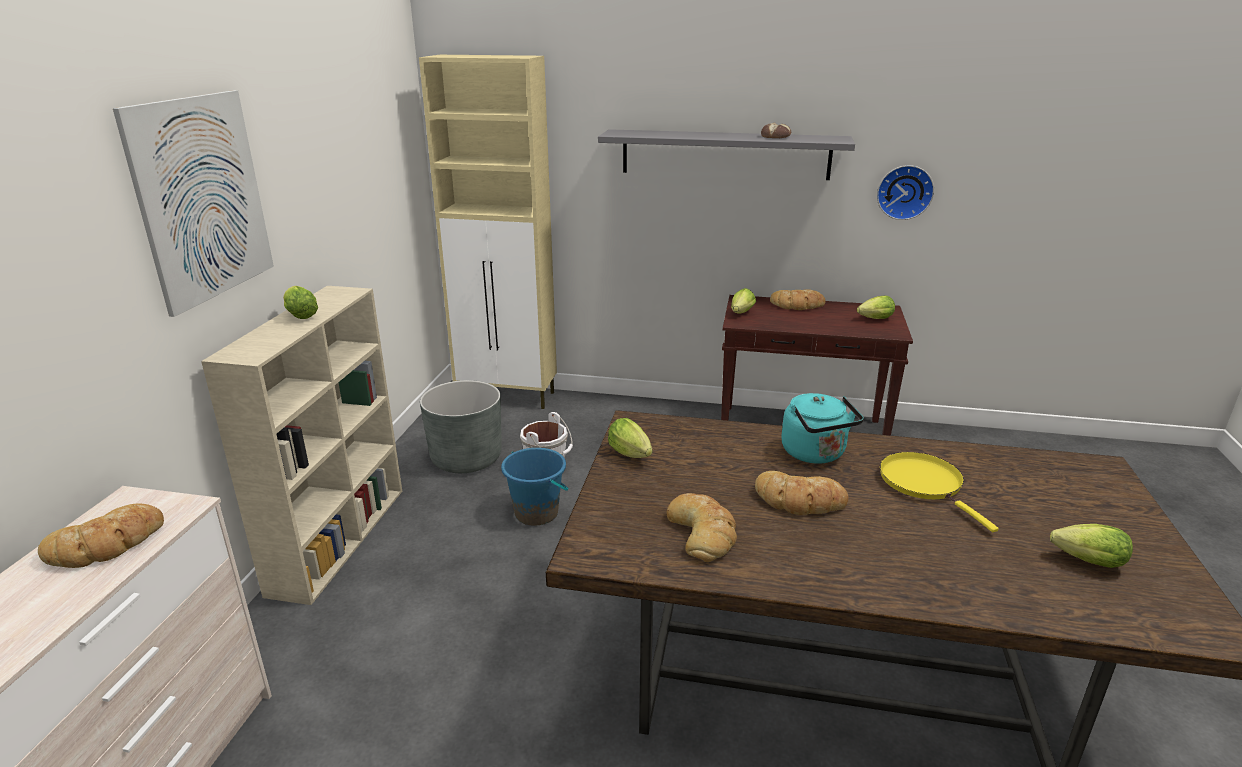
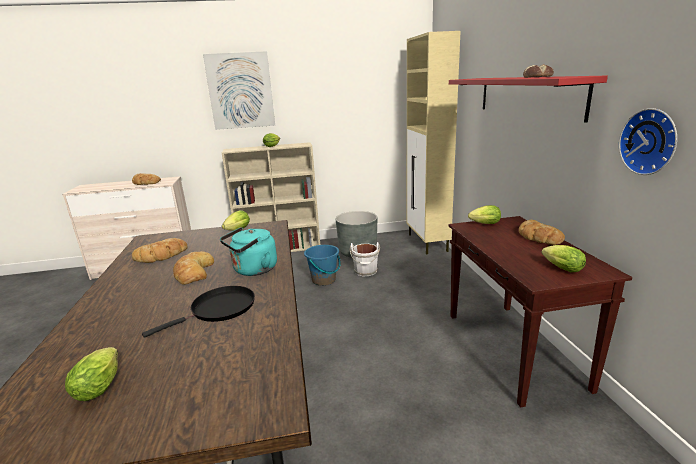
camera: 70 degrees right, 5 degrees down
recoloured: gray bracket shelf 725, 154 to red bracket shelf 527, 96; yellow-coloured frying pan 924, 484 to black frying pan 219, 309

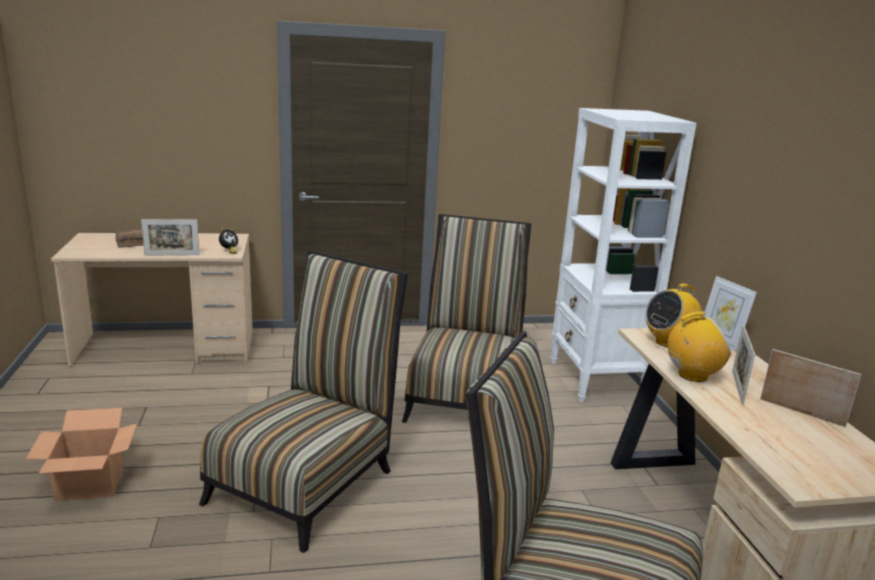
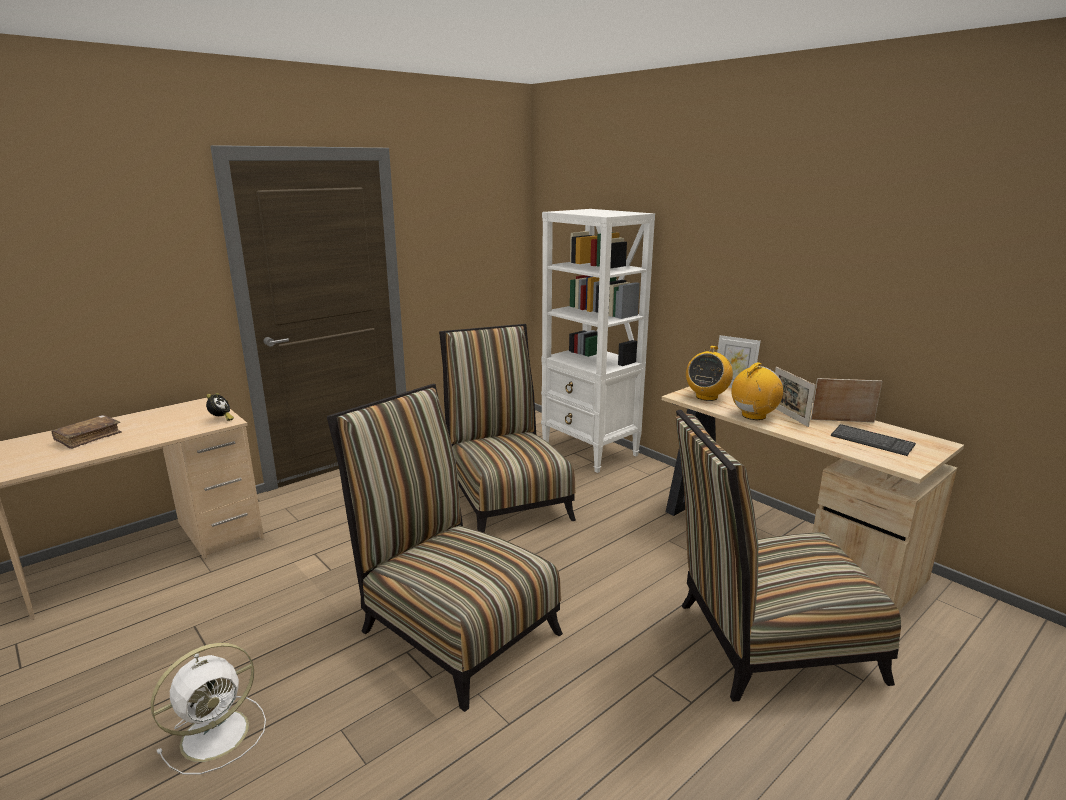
camera: 30 degrees left, 0 degrees up
removed: picture frame 172, 255
added: PC keyboard 871, 441
replaced: carton 91, 482 to white-coloured electric fan 218, 733
turned: chair 308, 480 = 452, 626 45 degrees counterclockwise

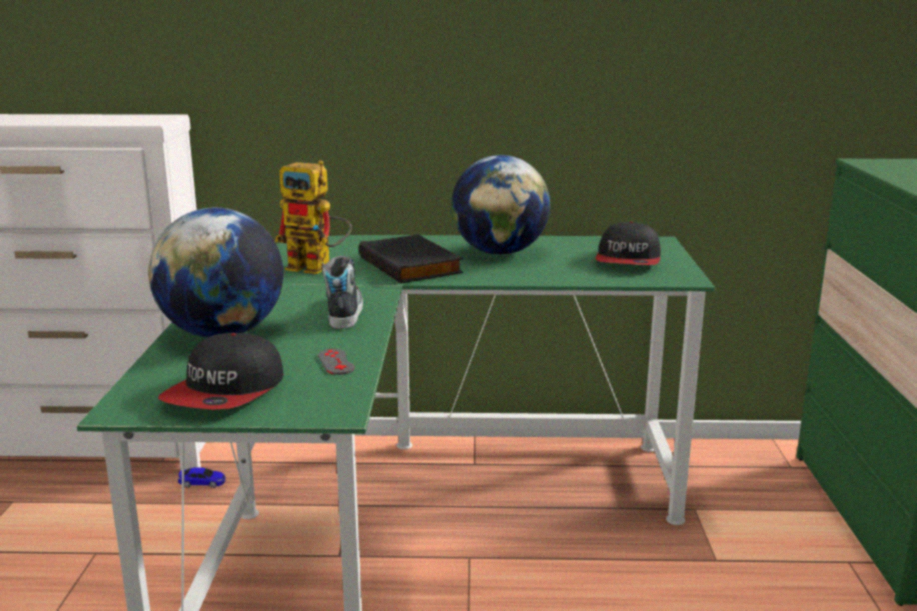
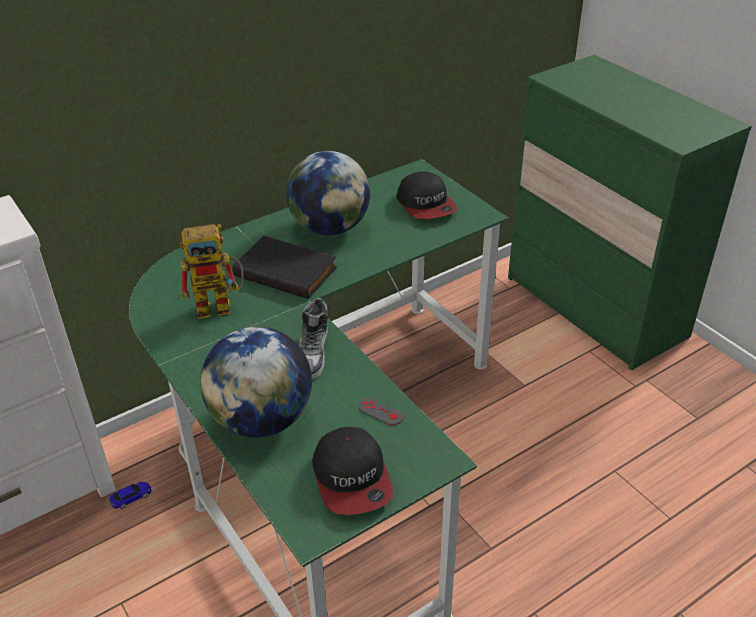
camera: 35 degrees left, 20 degrees up
turned: item of footwear 343, 312 = 313, 353 135 degrees counterclockwise

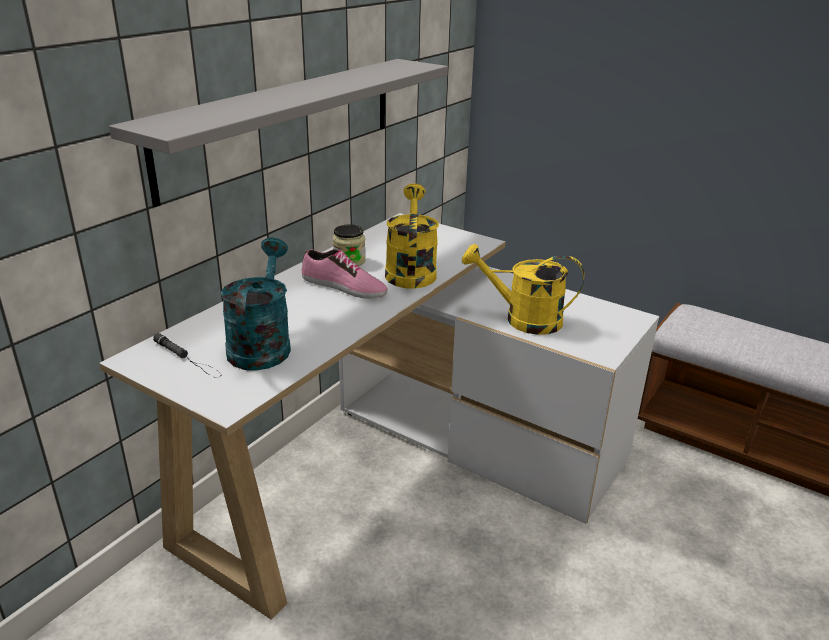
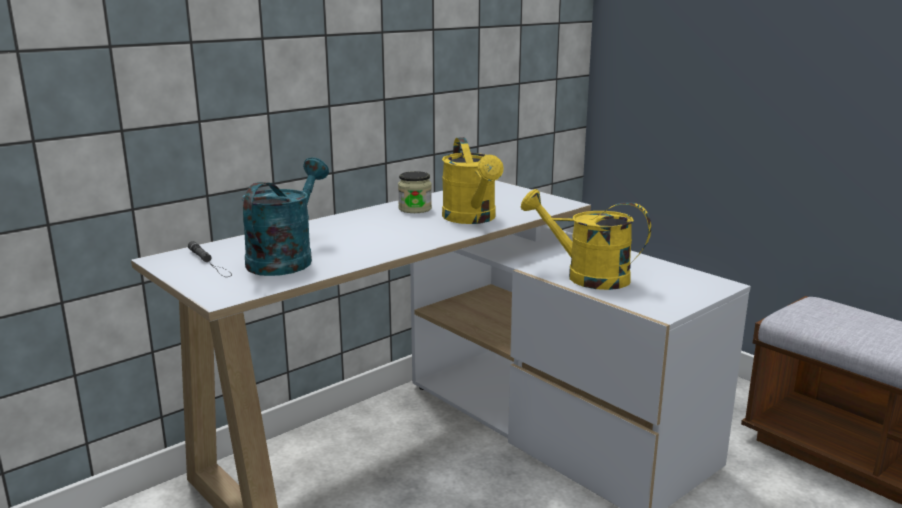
camera: 15 degrees right, 10 degrees down
removed: gray bracket shelf 284, 124; item of footwear 343, 287
turned: yellow-coloured watering pot 410, 271 = 472, 219 150 degrees clockwise

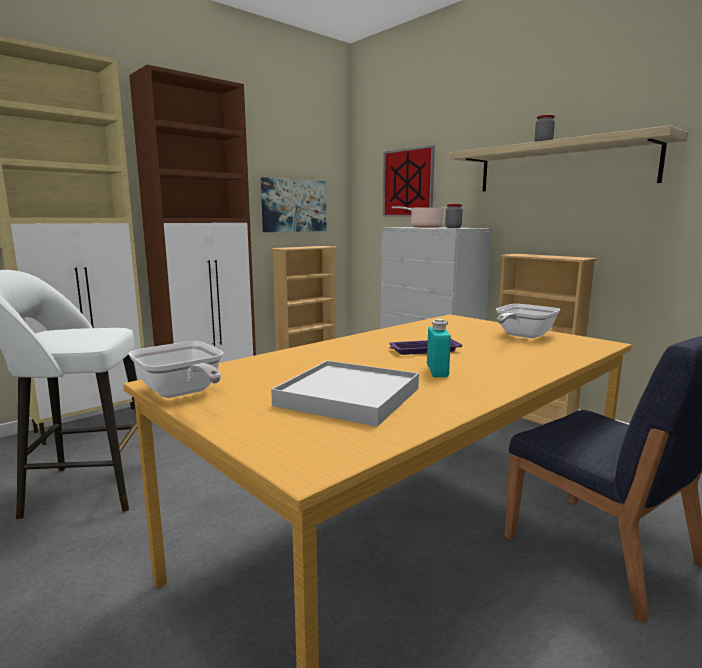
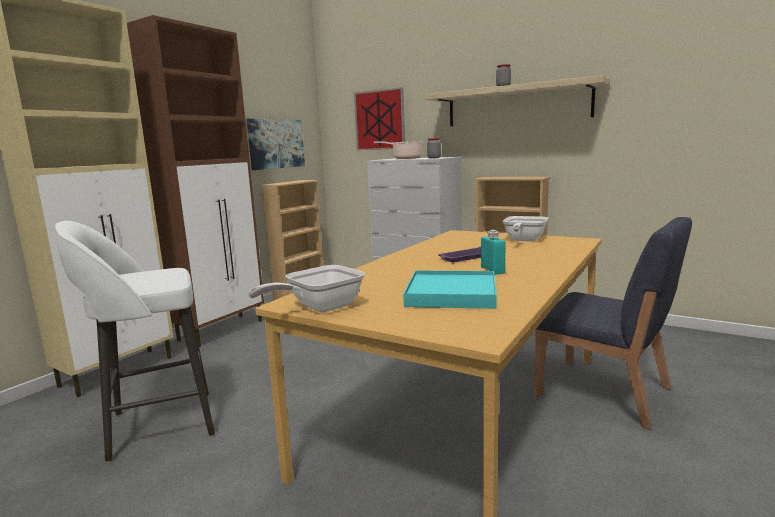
camera: 15 degrees left, 0 degrees up
recoloured: white-coloured tray 349, 397 to blue-green tray 452, 294
turned: frying pan 182, 393 = 319, 308 105 degrees clockwise

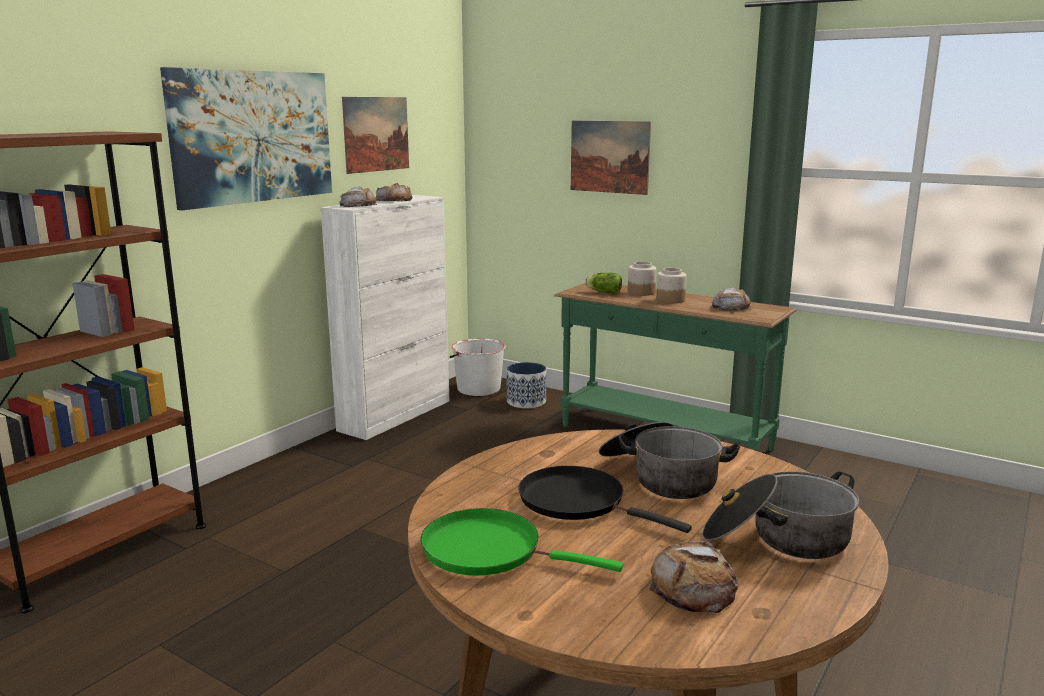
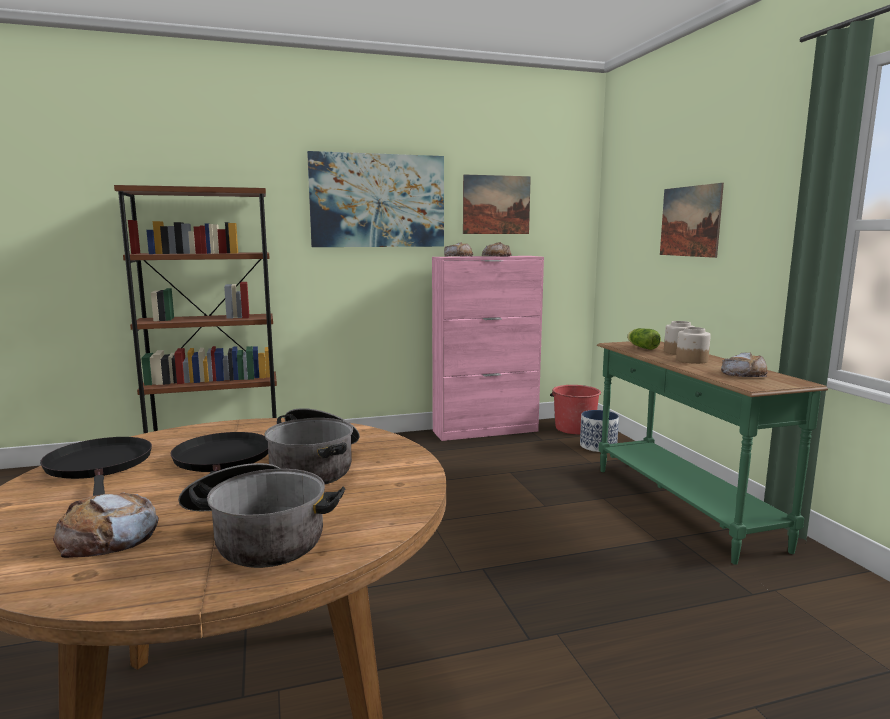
camera: 40 degrees right, 5 degrees down
recoloured: white-coloured cupboard 396, 415 to pink cupboard 486, 431; green frying pan 489, 550 to black frying pan 100, 466; white-coloured water bucket 478, 389 to red water bucket 574, 428

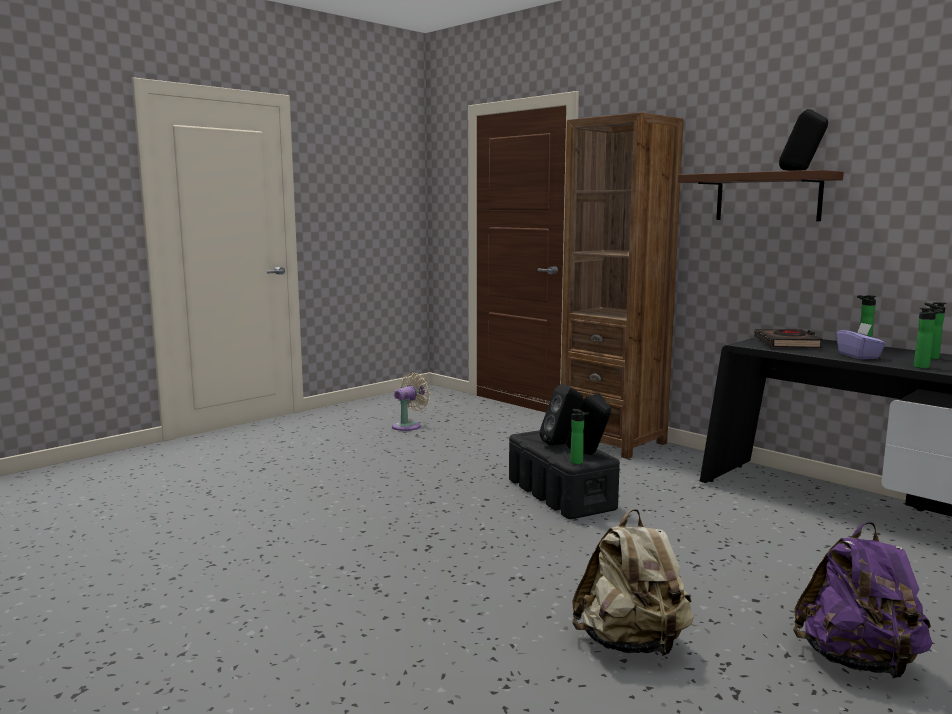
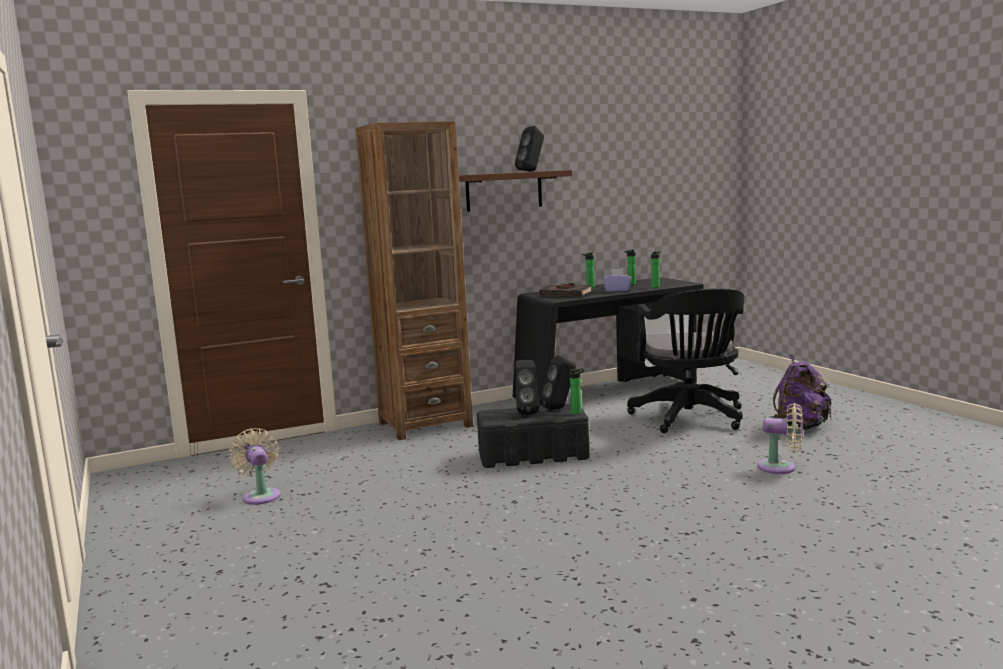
camera: 70 degrees left, 0 degrees up
added: black computer chair 690, 418
replaced: beige-coloured rucksack 631, 644 to beige-coloured electric fan 781, 467

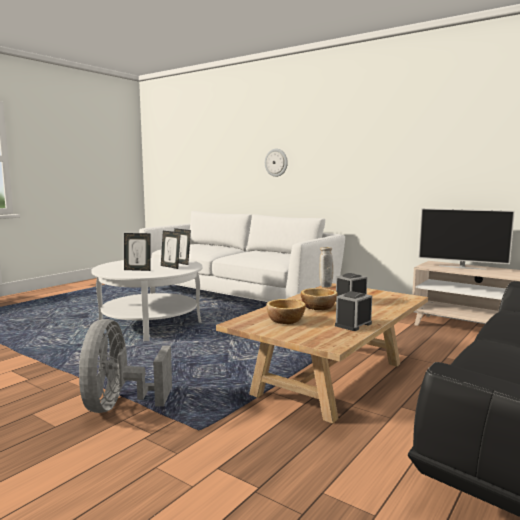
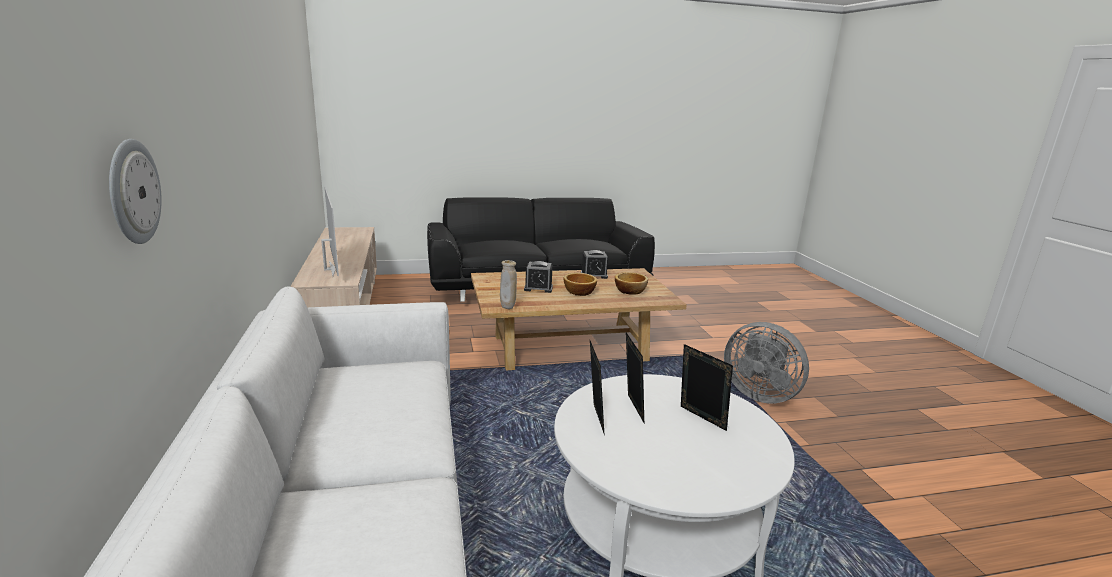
camera: 140 degrees left, 10 degrees up
turned: gray electric fan 119, 406 = 759, 394 90 degrees clockwise

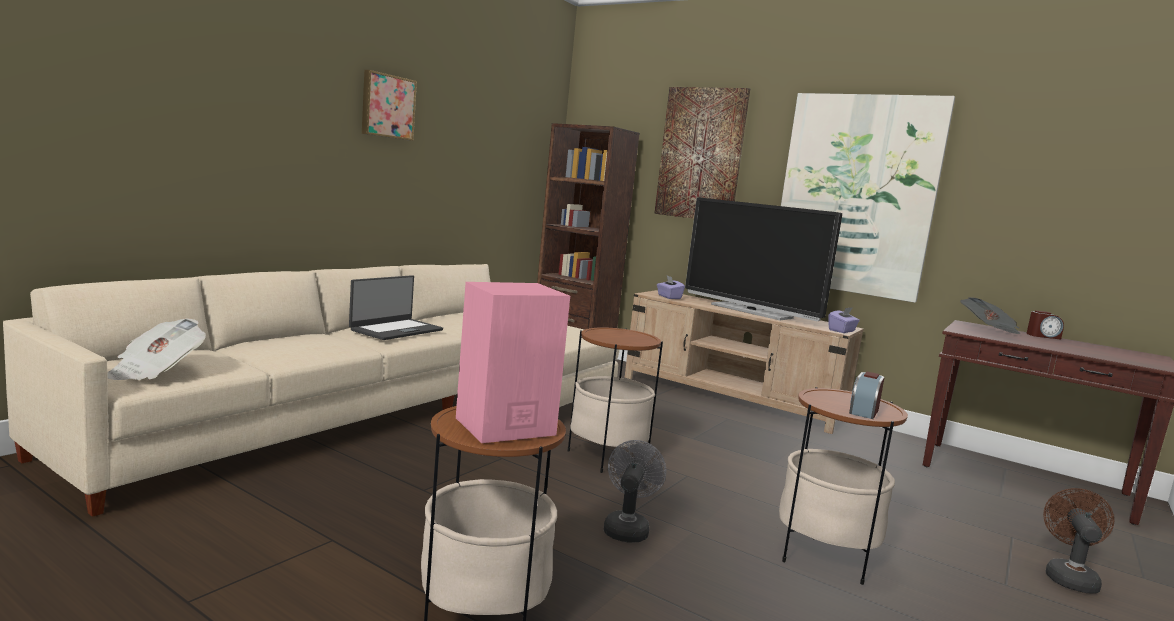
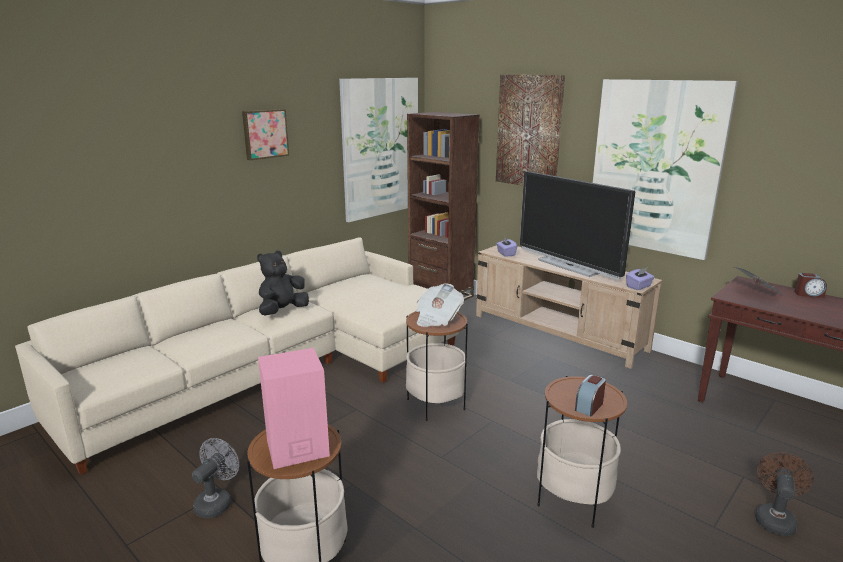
camera: 10 degrees right, 10 degrees up
added: wall art 381, 148
moved: daily paper 156, 372 to 437, 318; gray electric fan 627, 528 to 217, 502
replaced: notebook computer 396, 330 to black plush toy 282, 311

